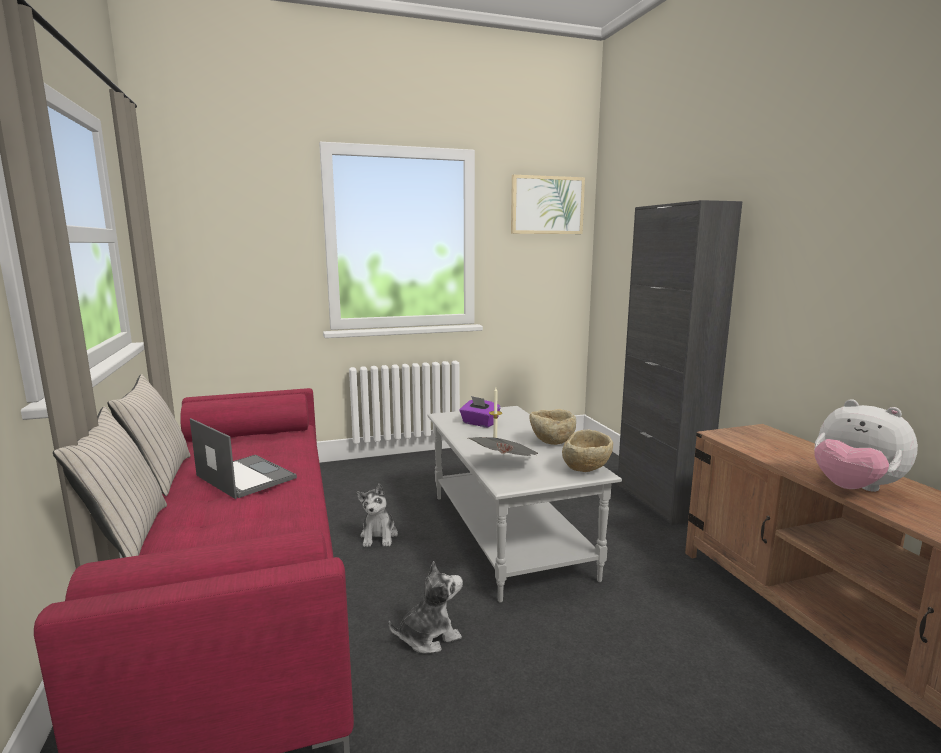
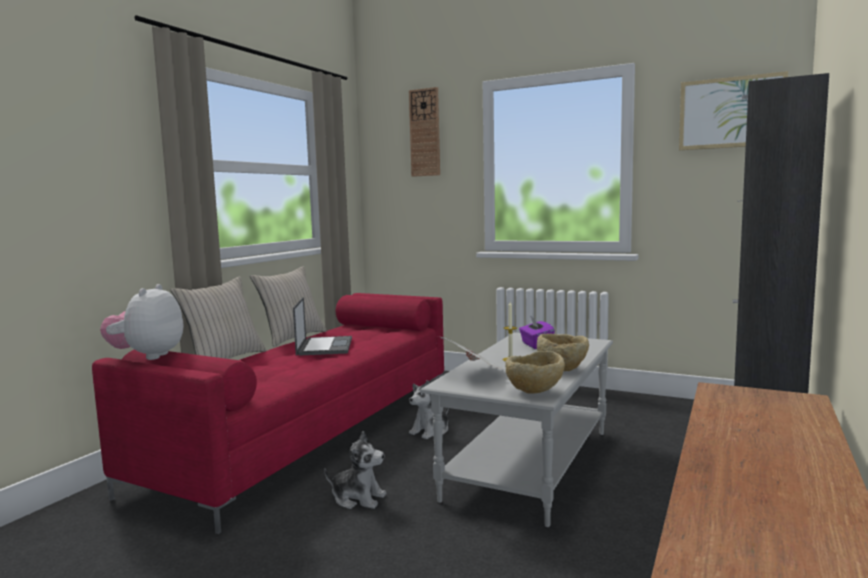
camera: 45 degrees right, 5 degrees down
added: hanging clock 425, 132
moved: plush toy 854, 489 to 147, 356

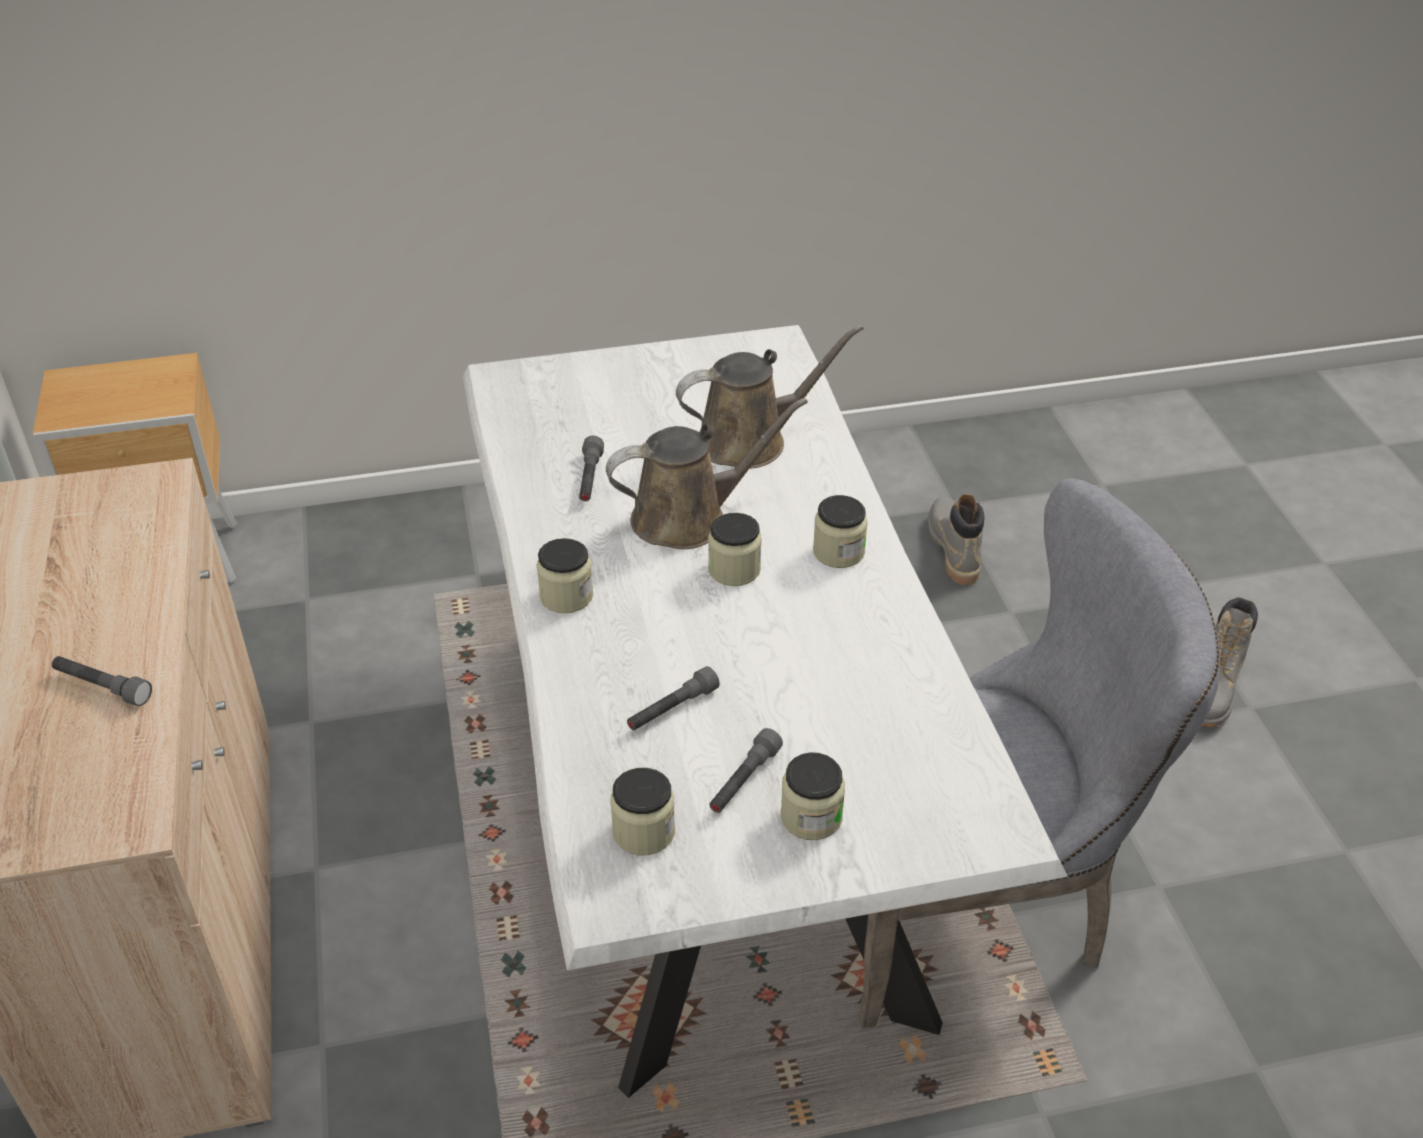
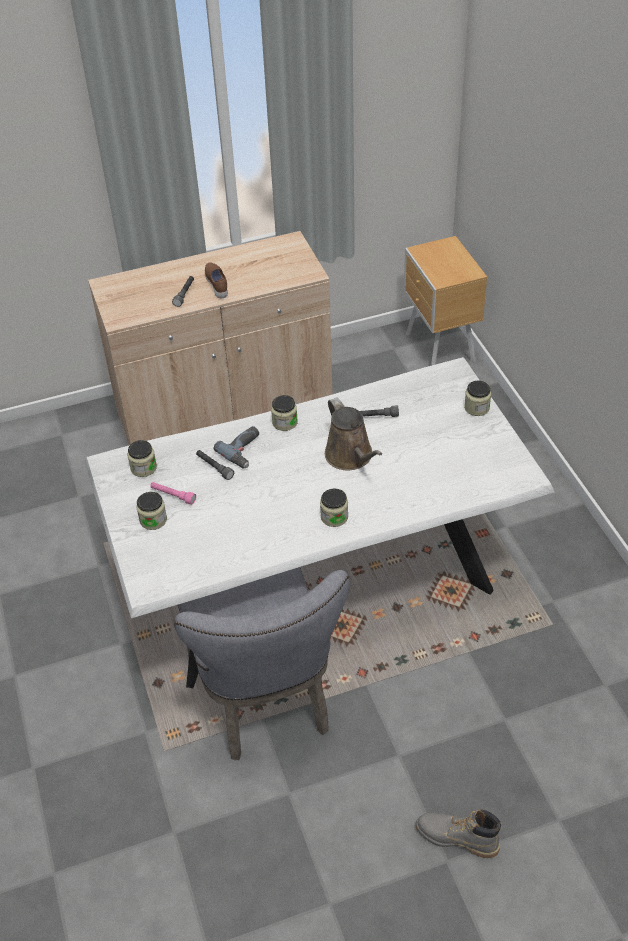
camera: 85 degrees right, 5 degrees up
removed: brown watering pot 750, 440; gray boot 953, 548
added: brown item of footwear 217, 285; electric drill 245, 451
moved: storage jar 734, 569 to 476, 408
recoloured: gray flashlight 743, 781 to pink flashlight 173, 496

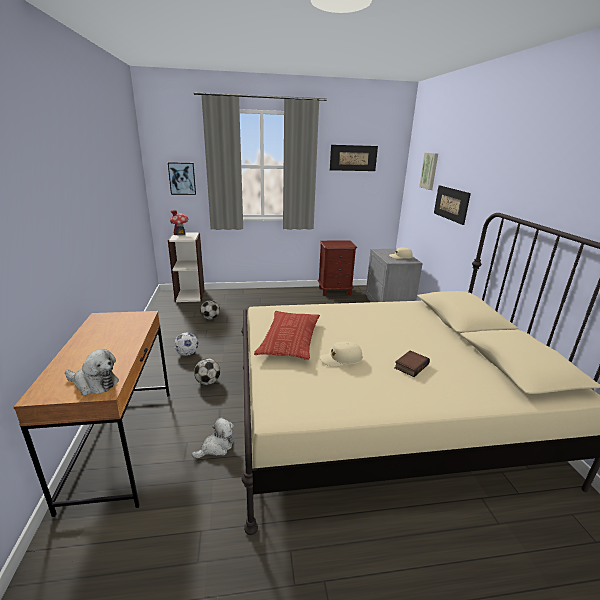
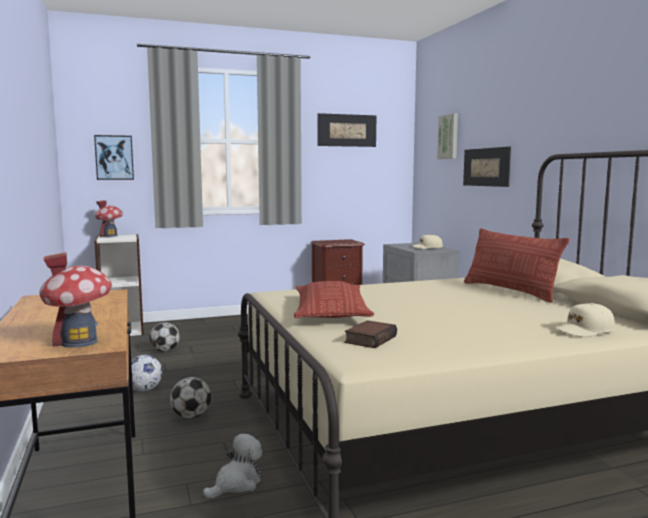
camera: 10 degrees left, 15 degrees down
added: pillow 510, 291
moved: beige-coloured cap 341, 359 to 584, 331; volume 410, 366 to 369, 339
replaced: plush toy 94, 383 to toy house 79, 342

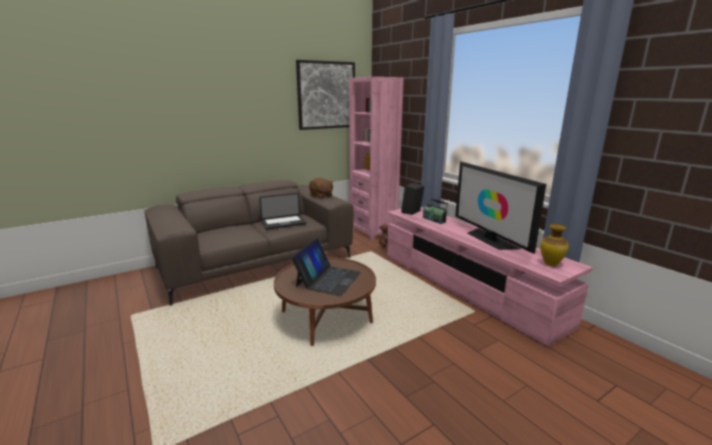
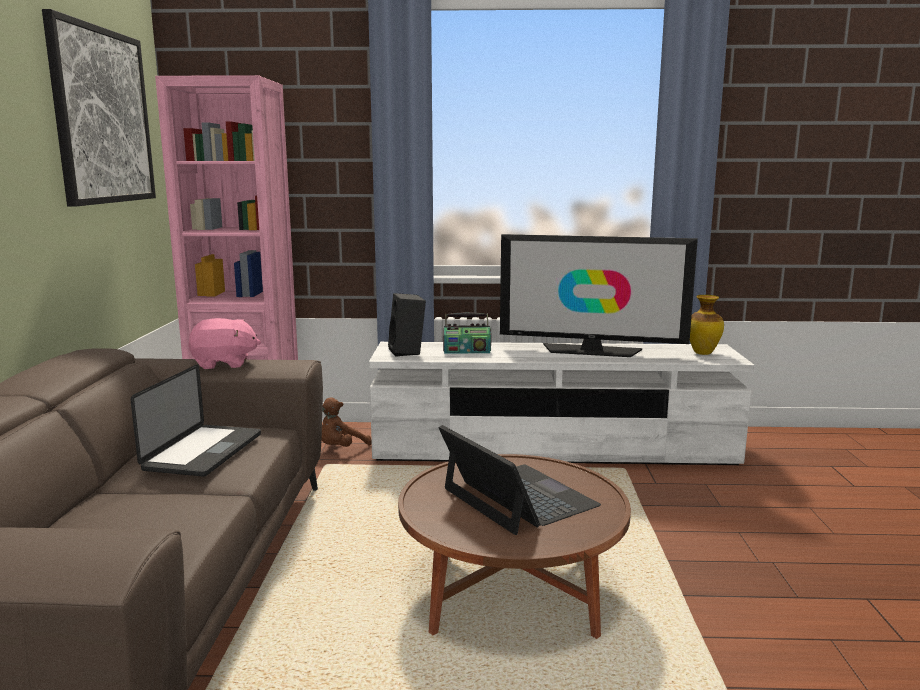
camera: 55 degrees left, 5 degrees down
recoloured: brown plush toy 321, 196 to pink plush toy 224, 364; pink media console 465, 287 to white-coloured media console 552, 448

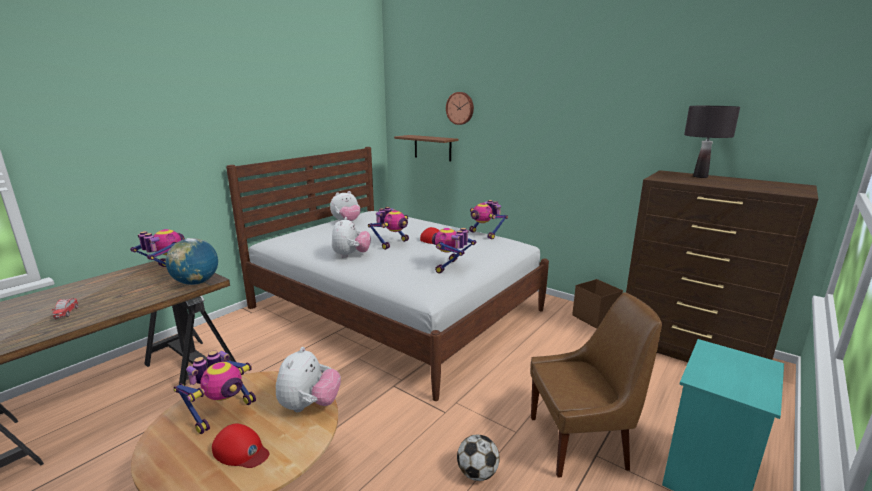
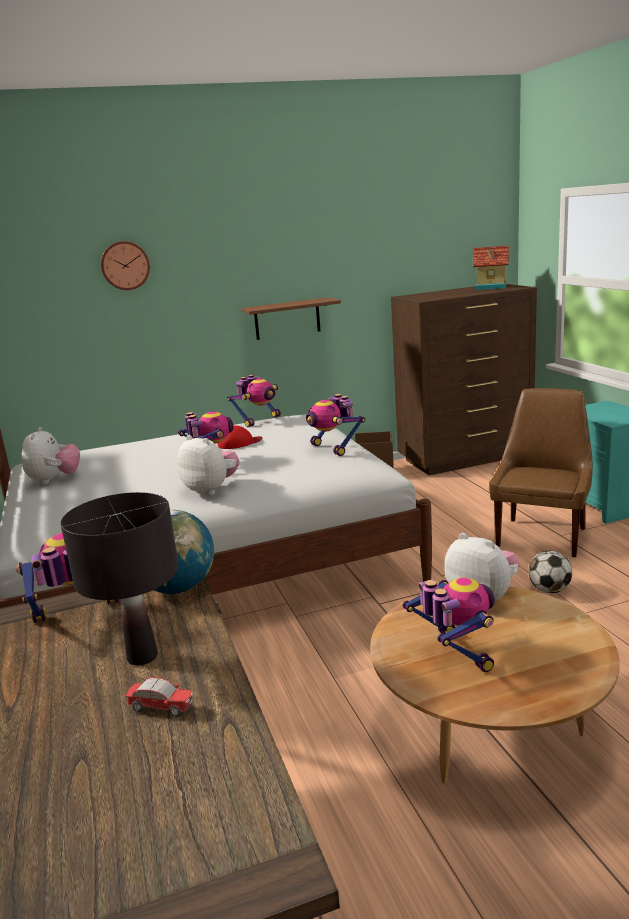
camera: 55 degrees left, 0 degrees up
removed: red cap 241, 451
added: toy house 491, 287
moved: brown bracket shelf 432, 148 to 287, 319; black tabletop lamp 700, 177 to 143, 657
turned: model robot 485, 234 = 259, 420 45 degrees counterclockwise

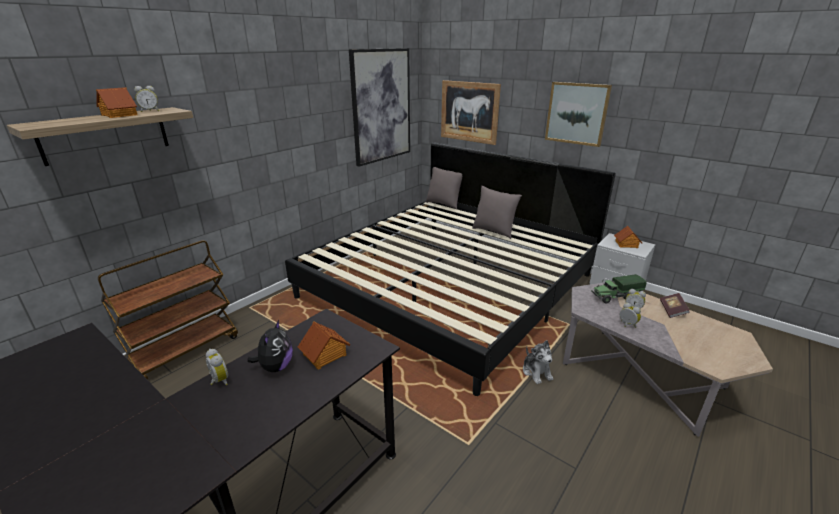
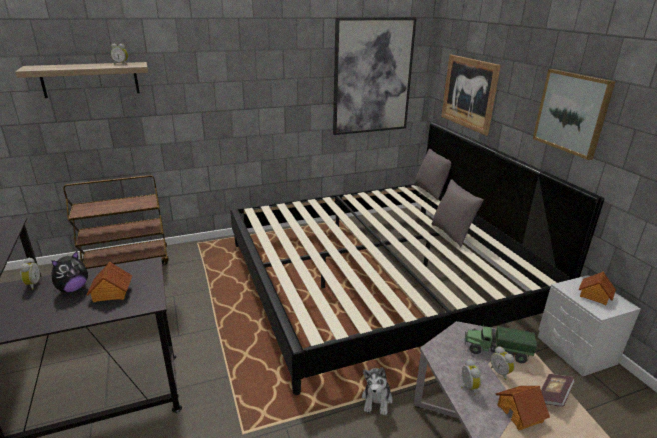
camera: 30 degrees right, 0 degrees up
moved: toy house 120, 115 to 520, 413

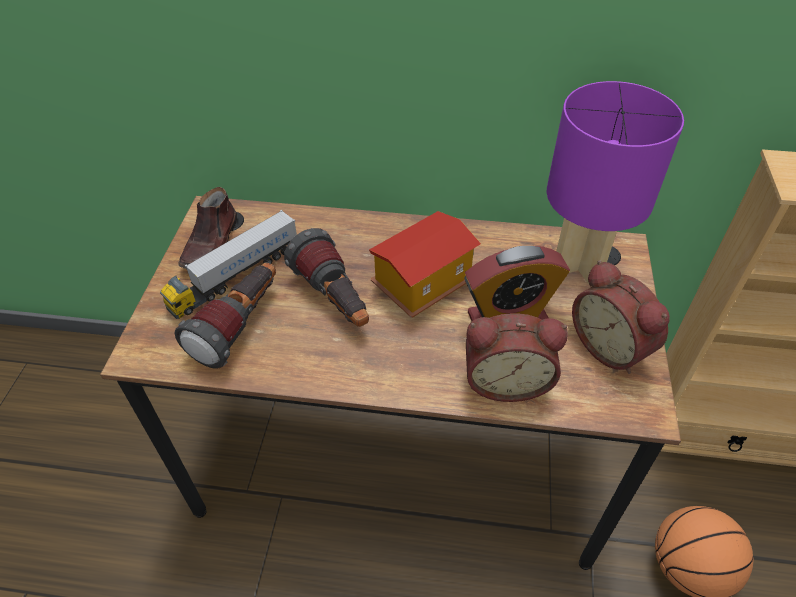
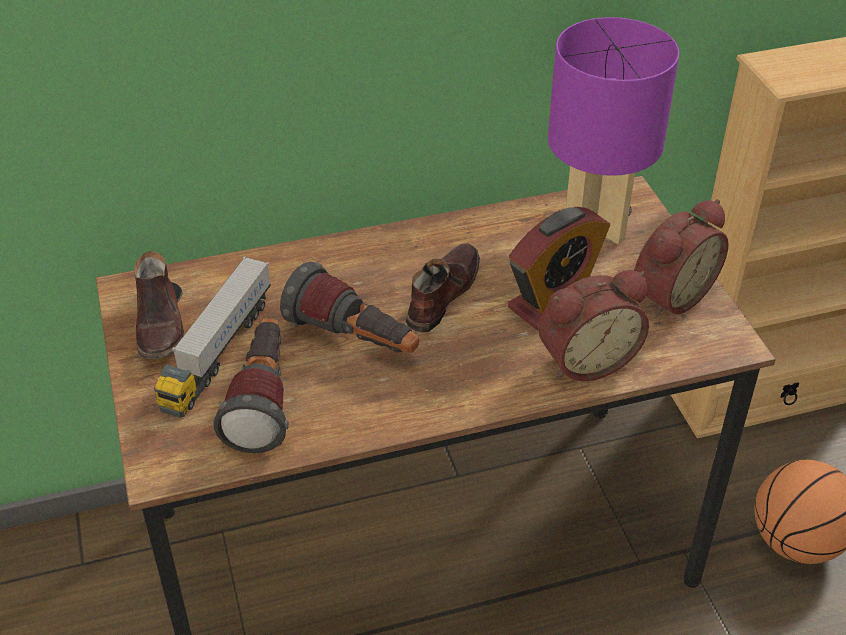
camera: 25 degrees left, 5 degrees down
replaced: toy house 423, 284 to brown item of footwear 441, 294
turned: bedside clock 612, 346 = 669, 294 75 degrees counterclockwise

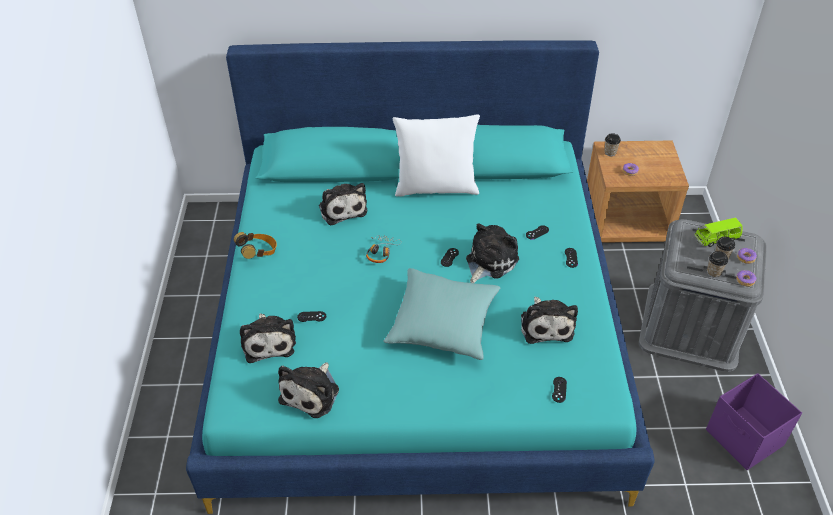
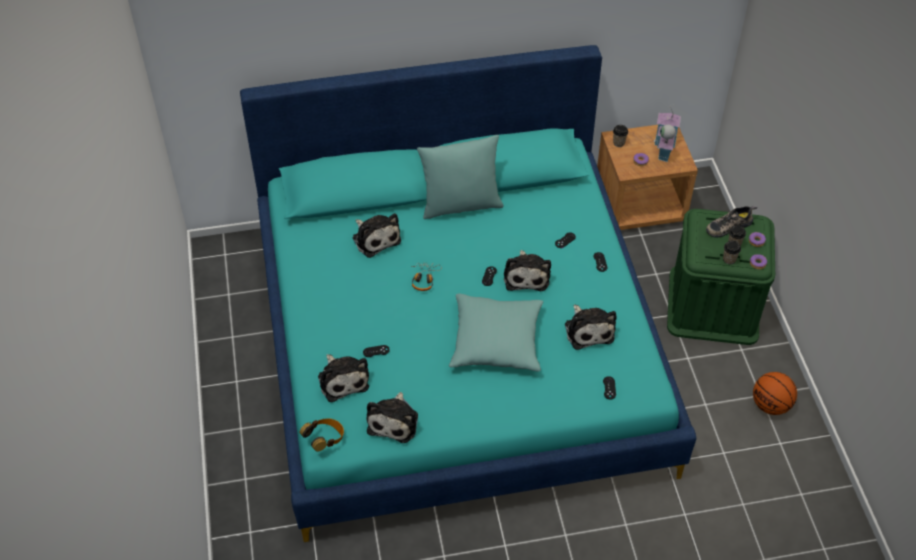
camera: 10 degrees left, 5 degrees up
added: toy house 664, 147
moved: pair of headphones 258, 253 to 325, 439
replaced: green miniature car 716, 239 to item of footwear 728, 225; purple storage container 744, 439 to basketball ball 770, 405
recoloured: white-coloured pillow 436, 187 to blue-green pillow 461, 205; gray storage container 690, 326 to green storage container 713, 305
turned: plush toy 489, 261 = 526, 275 150 degrees clockwise

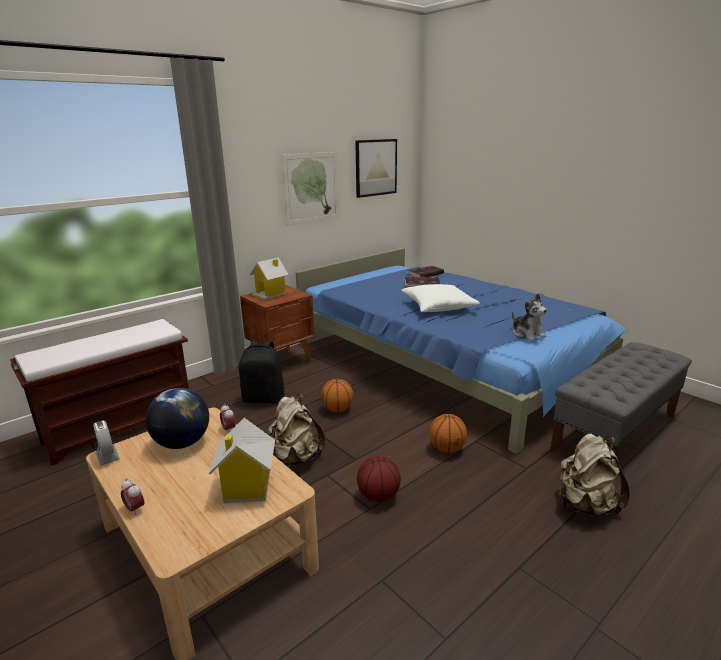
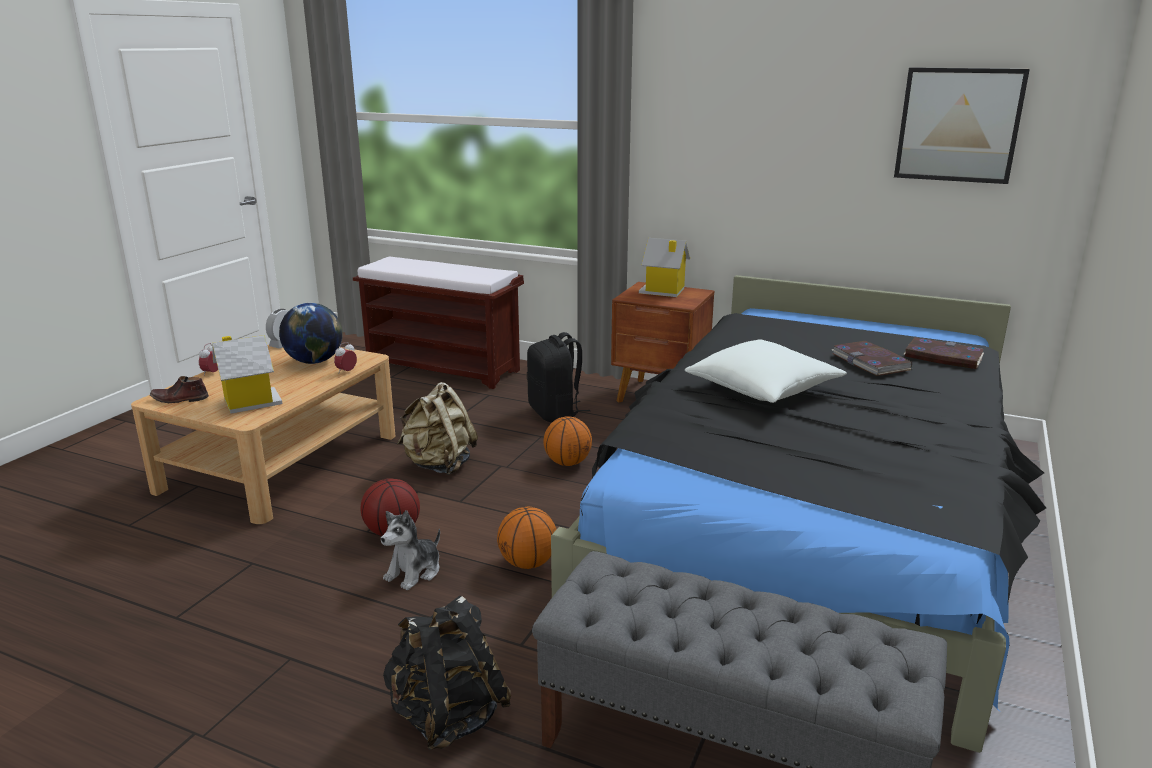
camera: 65 degrees right, 0 degrees up
removed: wall art 311, 188
added: brown item of footwear 179, 399
moved: plush toy 527, 334 to 414, 572
recoloured: bluish bedroom bed 444, 363 to black bedroom bed 810, 516; beige-coloured rucksack 585, 505 to black rucksack 447, 716

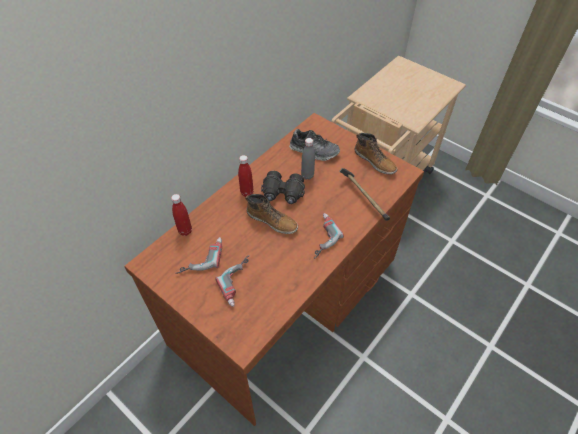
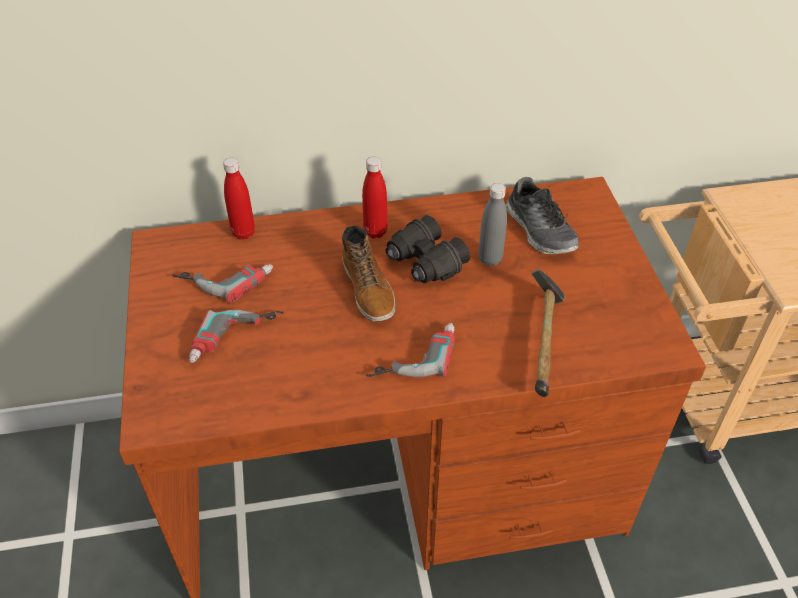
camera: 40 degrees right, 5 degrees down
removed: boot 375, 161

